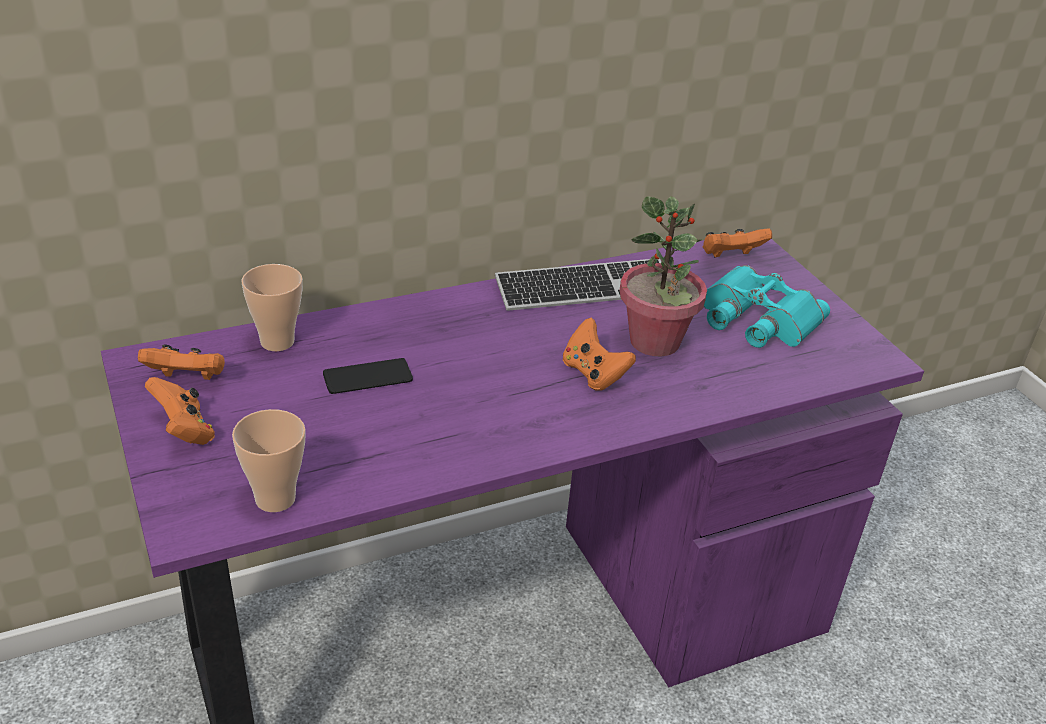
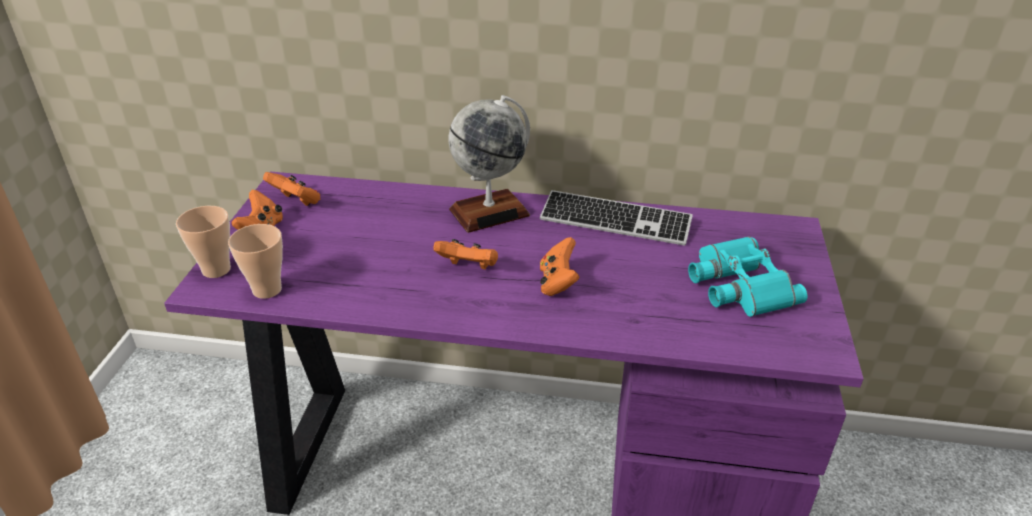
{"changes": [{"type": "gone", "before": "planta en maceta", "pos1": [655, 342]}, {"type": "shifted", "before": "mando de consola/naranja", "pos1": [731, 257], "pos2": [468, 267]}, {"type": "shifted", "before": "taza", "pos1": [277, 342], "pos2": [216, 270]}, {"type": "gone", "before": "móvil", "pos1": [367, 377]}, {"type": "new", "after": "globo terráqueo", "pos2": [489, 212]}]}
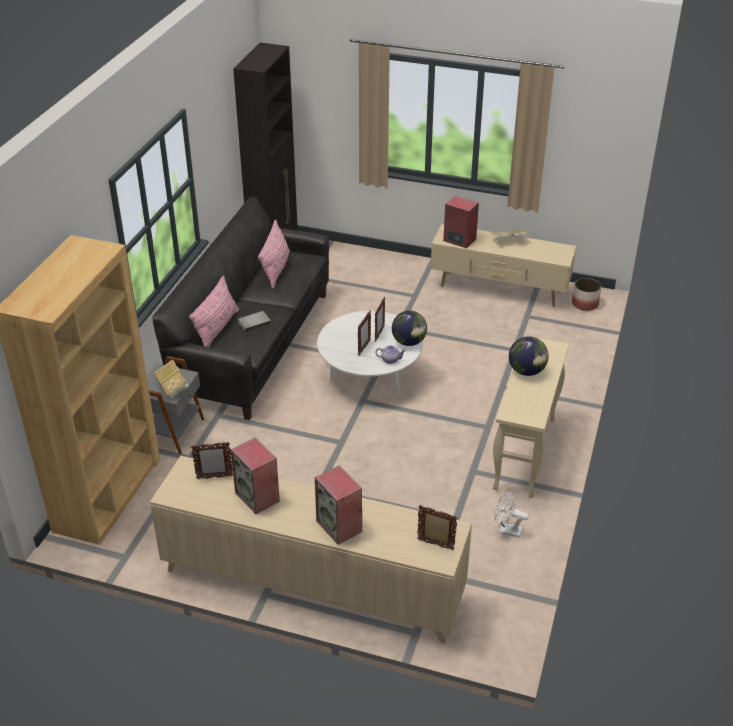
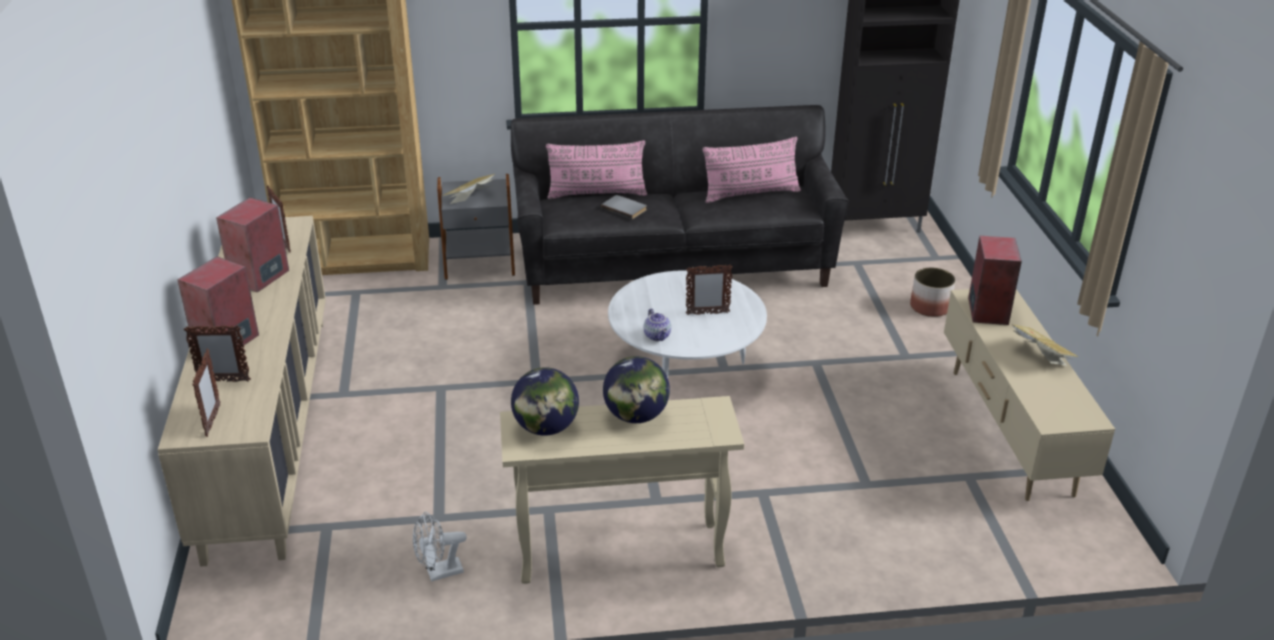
{"changes": [{"type": "shifted", "before": "maceta", "pos1": [584, 304], "pos2": [929, 307]}, {"type": "shifted", "before": "portarretratos", "pos1": [364, 348], "pos2": [224, 381]}, {"type": "shifted", "before": "globo terráqueo", "pos1": [408, 342], "pos2": [546, 428]}, {"type": "rotated", "before": "ventilador/blanco", "pos1": [506, 530], "pos2": [439, 573], "turn": -105}]}
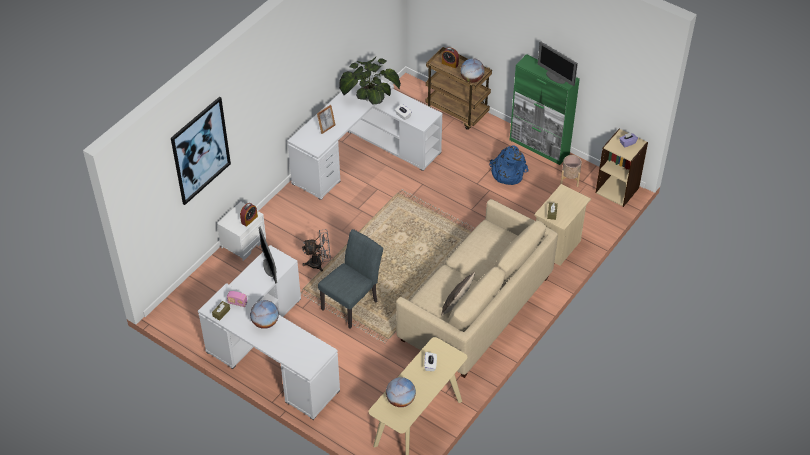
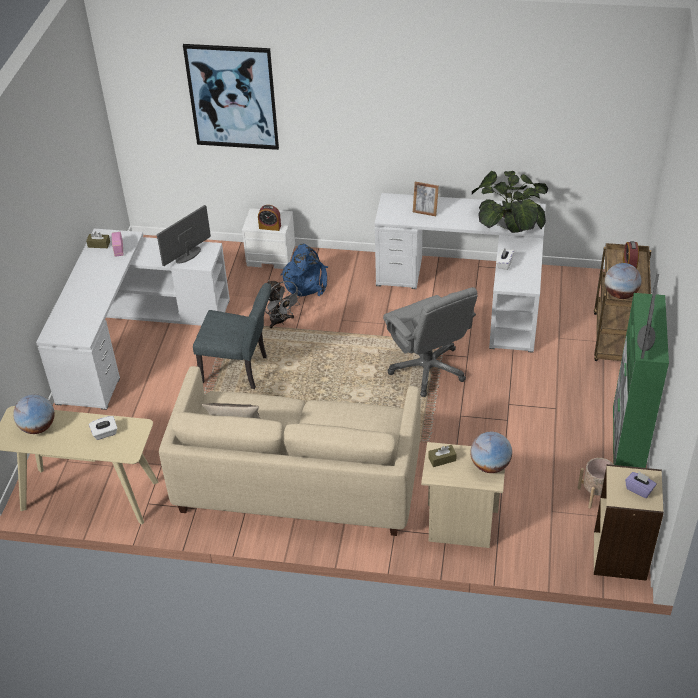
{"changes": [{"type": "shifted", "before": "mochila/azul", "pos1": [507, 173], "pos2": [306, 282]}, {"type": "shifted", "before": "globo terráqueo", "pos1": [265, 322], "pos2": [490, 465]}, {"type": "new", "after": "silla de oficina/gris", "pos2": [428, 369]}]}
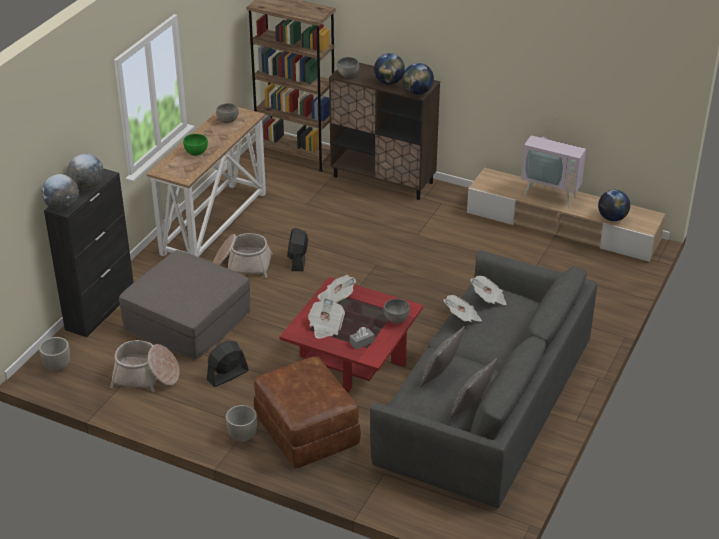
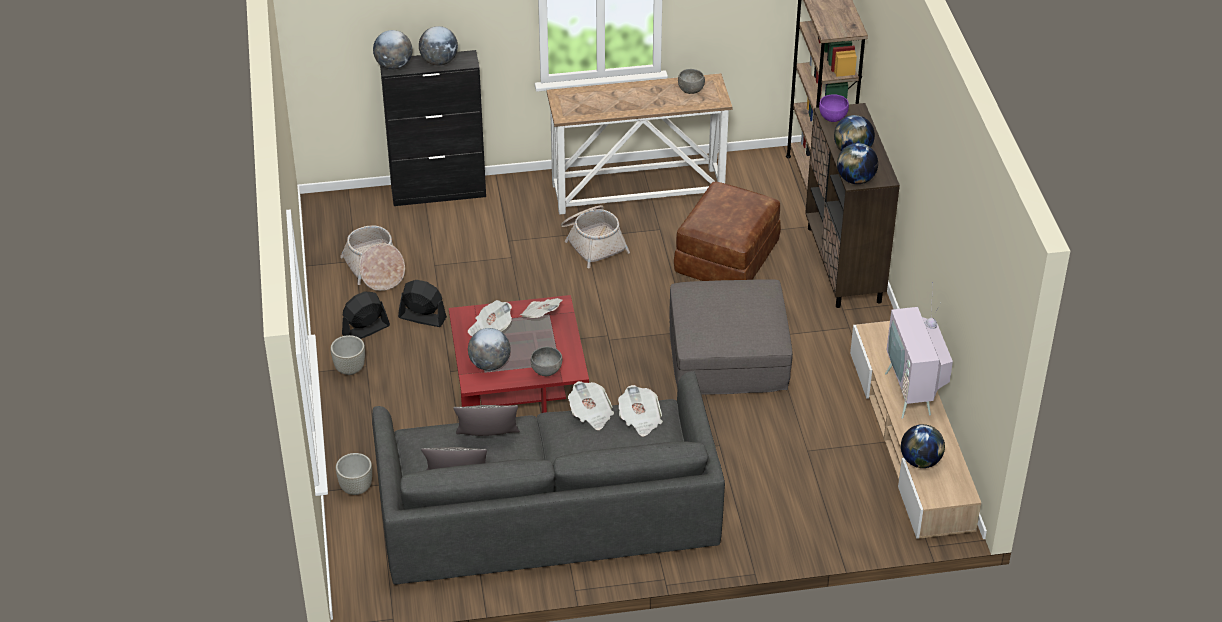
{"changes": [{"type": "repainted", "before": "cuenco/gris", "after": "cuenco/morado", "pos1": [348, 75], "pos2": [832, 118]}, {"type": "gone", "before": "cuenco/verde", "pos1": [196, 153]}, {"type": "shifted", "before": "ventilador/negro", "pos1": [298, 260], "pos2": [365, 330]}, {"type": "shifted", "before": "puf/gris", "pos1": [188, 320], "pos2": [728, 356]}, {"type": "swapped", "before": "caja de pañuelos/gris", "after": "globo terráqueo", "pos1": [362, 342], "pos2": [489, 364]}, {"type": "shifted", "before": "maceta/gris", "pos1": [57, 366], "pos2": [356, 488]}, {"type": "shifted", "before": "puf/marrón", "pos1": [307, 431], "pos2": [727, 259]}]}
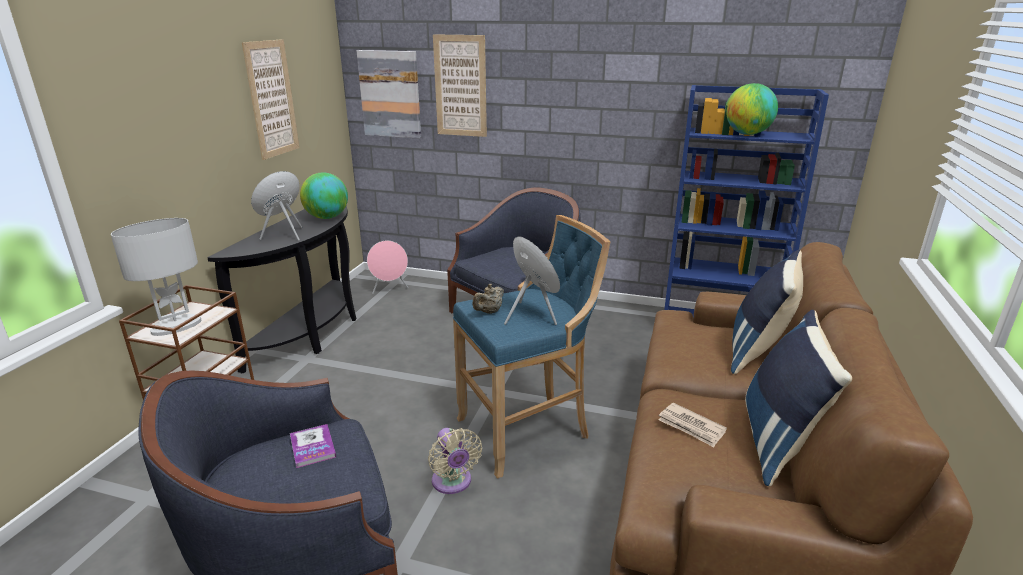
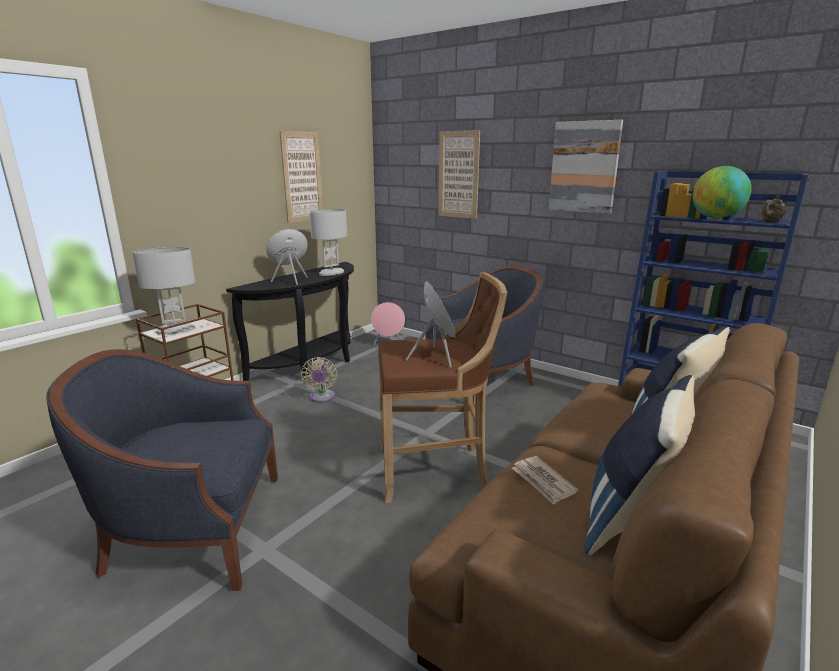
{"changes": [{"type": "shifted", "before": "cuadro", "pos1": [390, 94], "pos2": [584, 167]}, {"type": "swapped", "before": "globo terráqueo", "after": "lámpara de mesa/blanco", "pos1": [327, 217], "pos2": [331, 273]}, {"type": "repainted", "before": "taburete/azul", "after": "taburete/marrón", "pos1": [528, 430], "pos2": [436, 470]}, {"type": "shifted", "before": "tetera/beis", "pos1": [489, 312], "pos2": [771, 222]}, {"type": "gone", "before": "libro", "pos1": [312, 447]}, {"type": "shifted", "before": "ventilador/beis", "pos1": [453, 483], "pos2": [321, 398]}]}
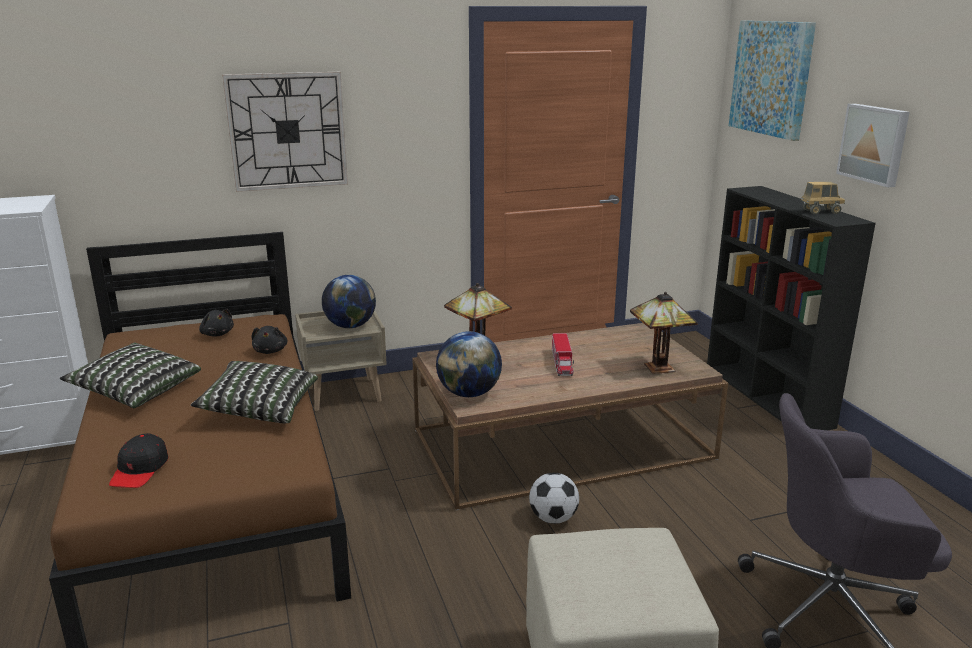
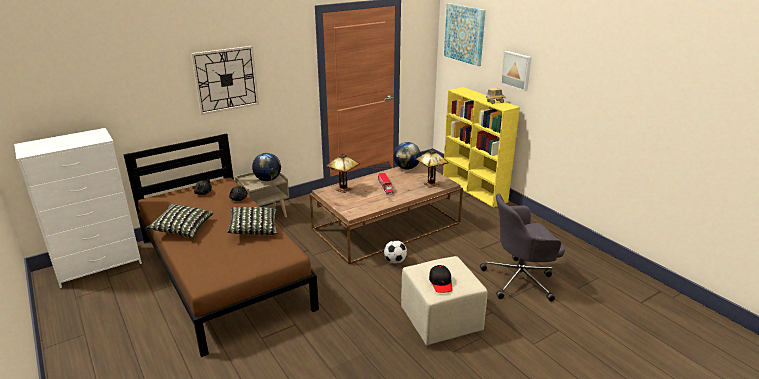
{"changes": [{"type": "repainted", "before": "estantería/negro", "after": "estantería/amarillo", "pos1": [768, 396], "pos2": [474, 190]}, {"type": "shifted", "before": "globo terráqueo", "pos1": [469, 393], "pos2": [406, 168]}, {"type": "shifted", "before": "gorra/negro", "pos1": [140, 470], "pos2": [441, 283]}]}
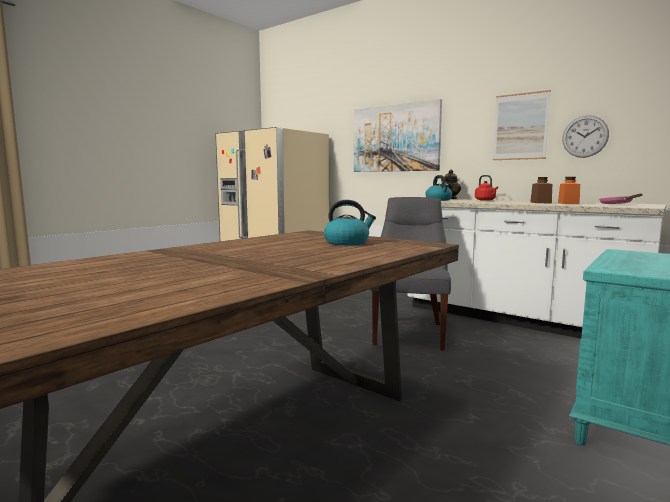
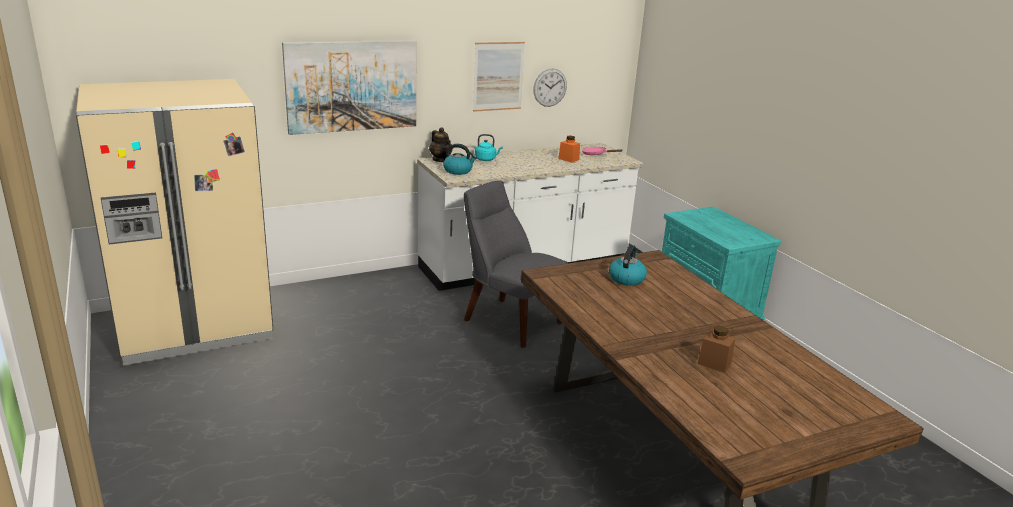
{"changes": [{"type": "repainted", "before": "hervidor/rojo", "after": "hervidor/turquesa", "pos1": [486, 200], "pos2": [486, 159]}, {"type": "shifted", "before": "tarro/marrón", "pos1": [540, 202], "pos2": [714, 363]}]}
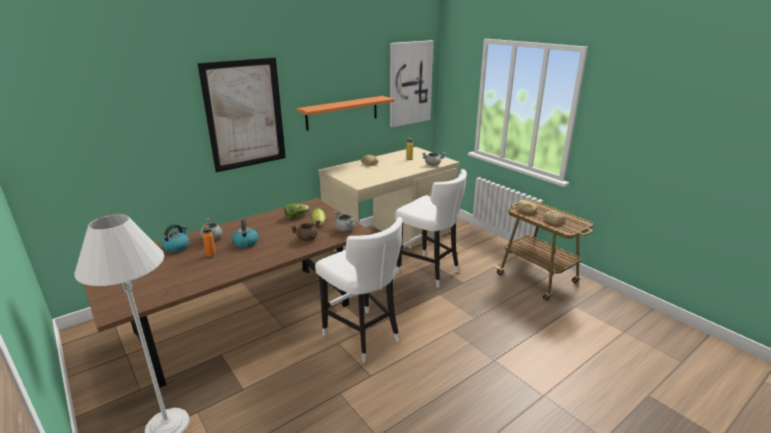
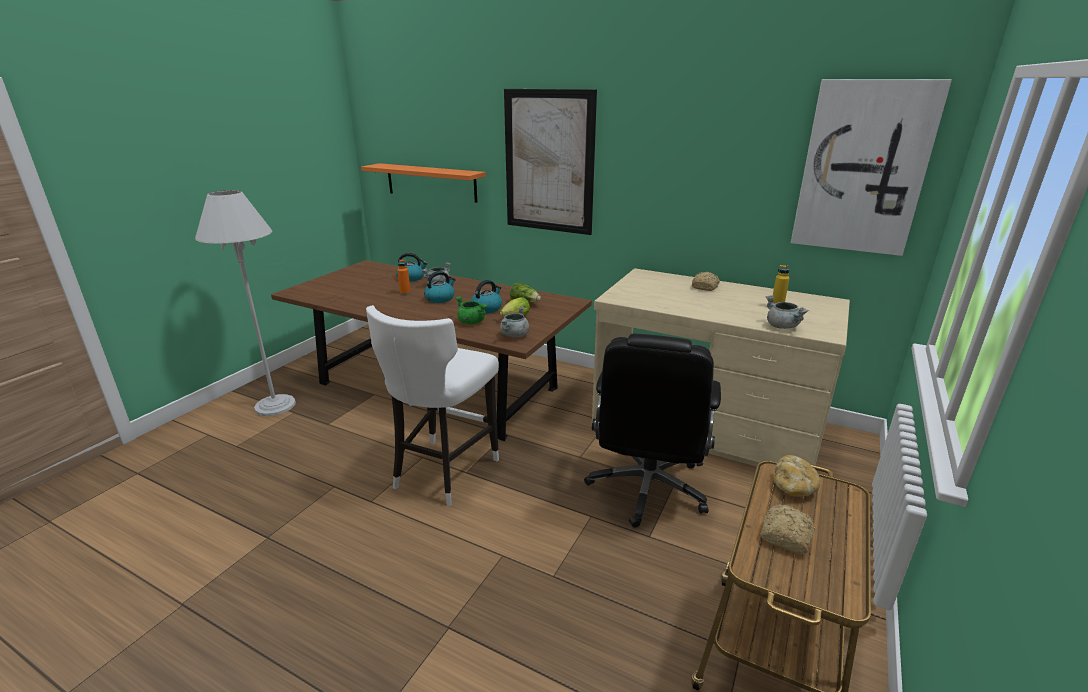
{"changes": [{"type": "shifted", "before": "estante/naranja", "pos1": [342, 112], "pos2": [431, 182]}, {"type": "swapped", "before": "taburete/blanco", "after": "silla de oficina/negro", "pos1": [429, 271], "pos2": [647, 488]}, {"type": "repainted", "before": "olla/marrón", "after": "olla/verde", "pos1": [307, 239], "pos2": [471, 322]}, {"type": "new", "after": "hervidor", "pos2": [487, 308]}]}
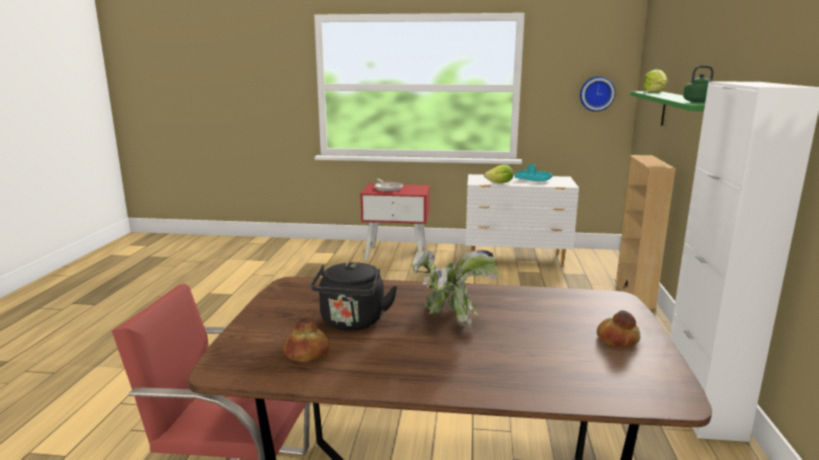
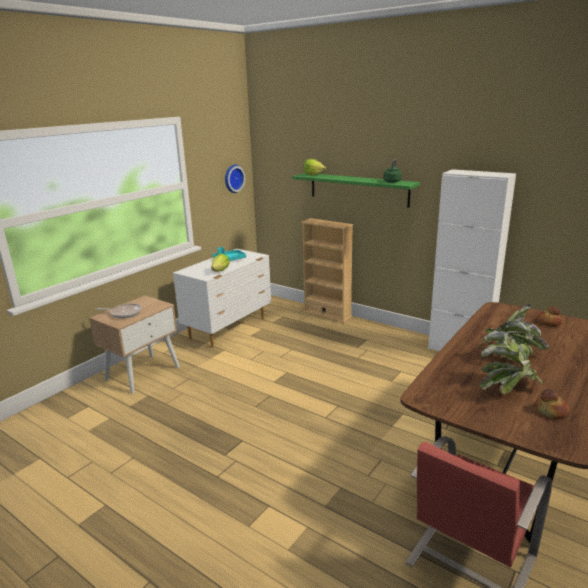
{"changes": [{"type": "repainted", "before": "mesita de noche/rojo", "after": "mesita de noche/beis", "pos1": [397, 253], "pos2": [143, 373]}, {"type": "swapped", "before": "hervidor/negro", "after": "planta en maceta", "pos1": [352, 323], "pos2": [507, 387]}]}
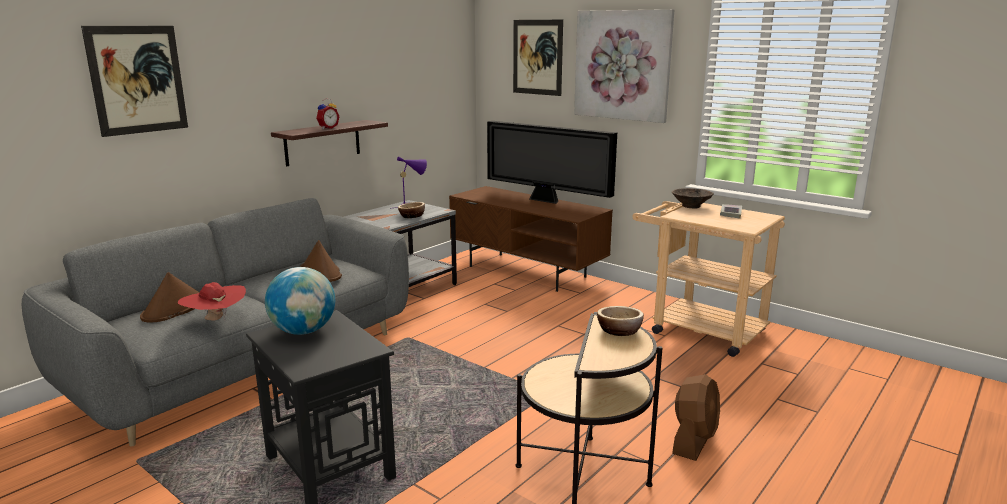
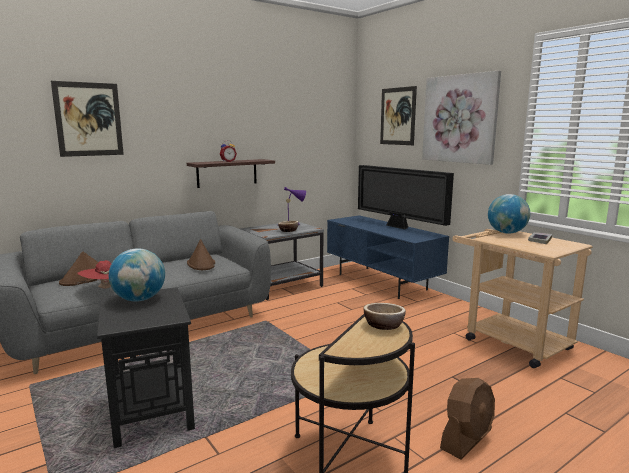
{"changes": [{"type": "repainted", "before": "mueble de televisión/marrón", "after": "mueble de televisión/azul", "pos1": [528, 272], "pos2": [382, 282]}, {"type": "swapped", "before": "cuenco/marrón", "after": "globo terráqueo", "pos1": [692, 206], "pos2": [506, 233]}]}
